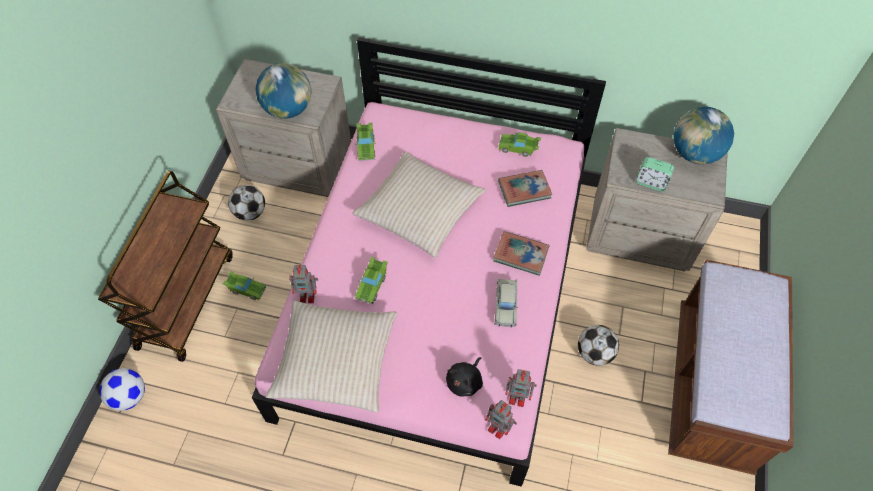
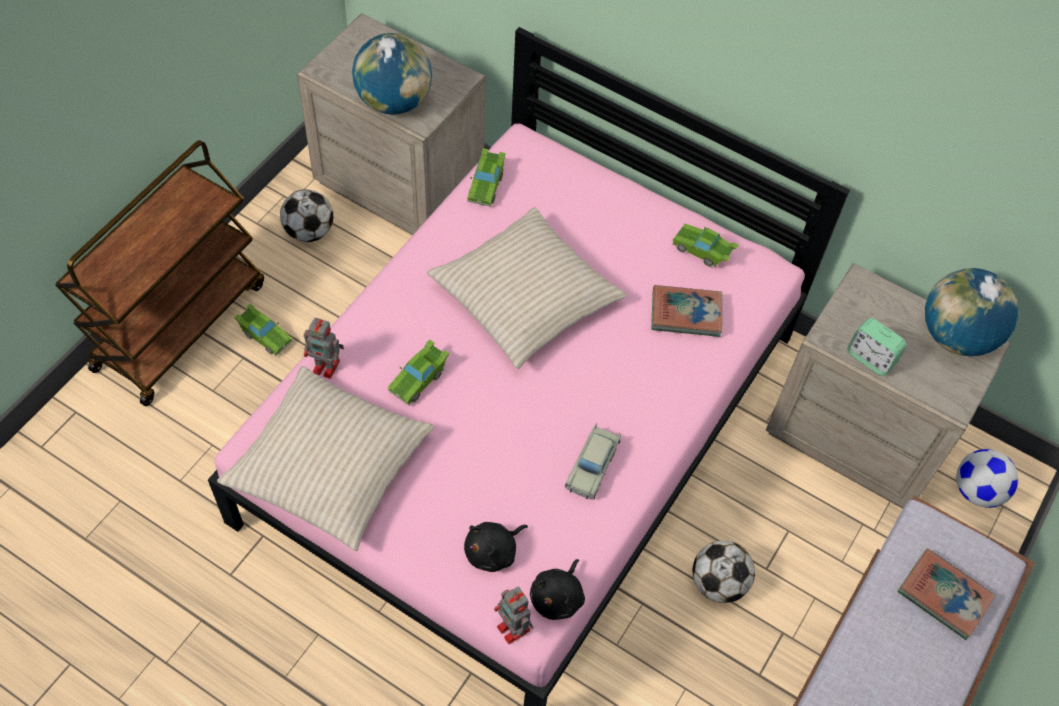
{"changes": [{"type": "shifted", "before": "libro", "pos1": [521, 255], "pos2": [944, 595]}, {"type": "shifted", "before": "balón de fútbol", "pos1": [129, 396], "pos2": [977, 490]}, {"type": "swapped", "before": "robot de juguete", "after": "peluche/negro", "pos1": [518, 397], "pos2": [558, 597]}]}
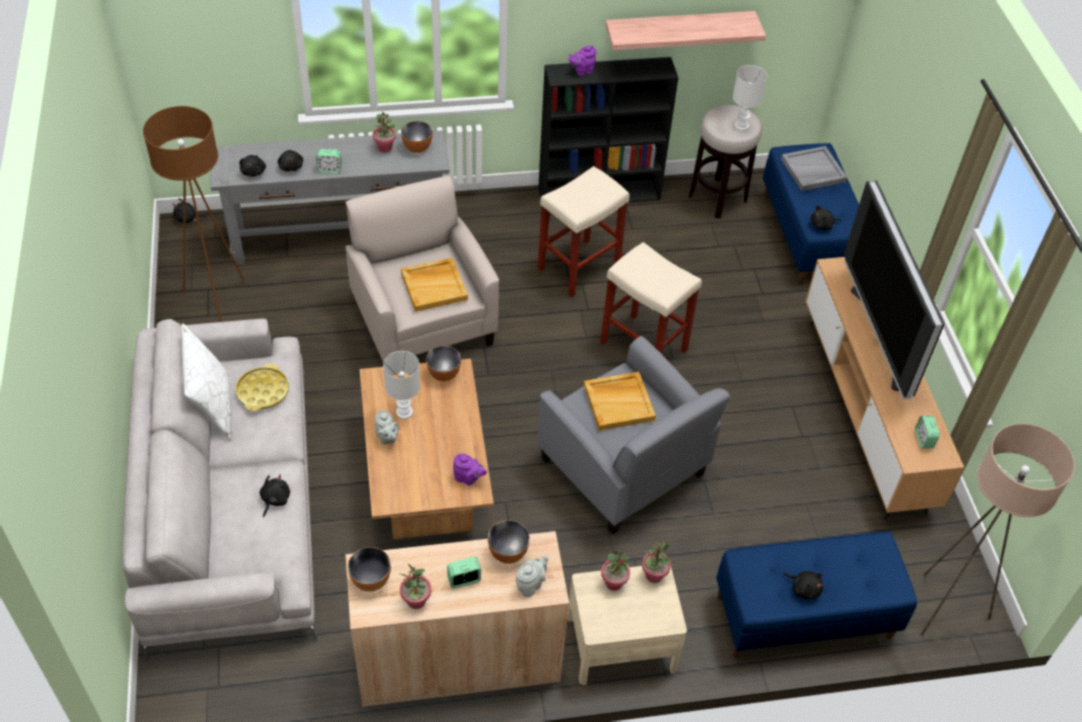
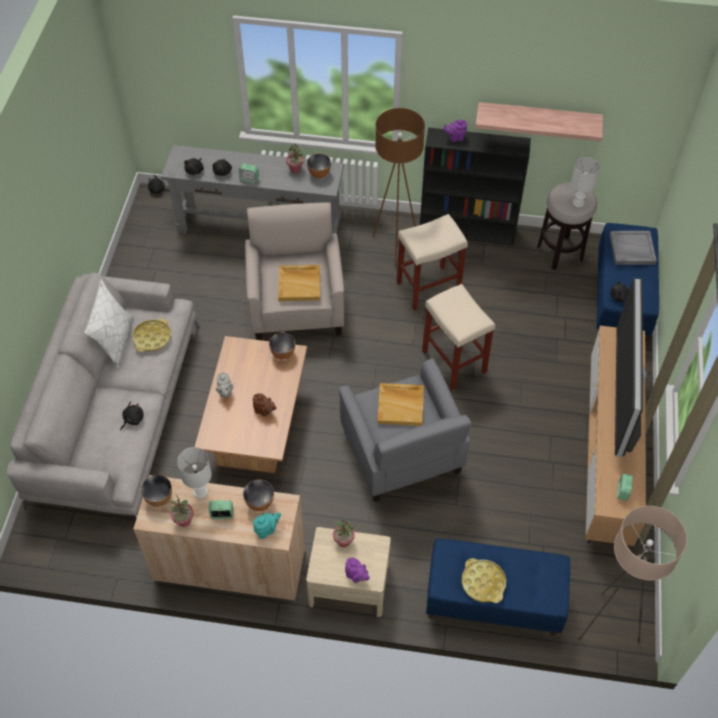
{"changes": [{"type": "shifted", "before": "lámpara de pie/marrón", "pos1": [216, 300], "pos2": [395, 247]}, {"type": "shifted", "before": "lámpara de mesa/blanco", "pos1": [403, 412], "pos2": [200, 491]}, {"type": "shifted", "before": "tetera/morado", "pos1": [468, 478], "pos2": [356, 576]}, {"type": "gone", "before": "planta en maceta", "pos1": [653, 575]}, {"type": "repainted", "before": "tetera/gris", "after": "tetera/turquesa", "pos1": [531, 584], "pos2": [267, 530]}, {"type": "swapped", "before": "peluche/negro", "after": "bandeja/amarillo", "pos1": [804, 588], "pos2": [483, 582]}, {"type": "new", "after": "tetera/marrón", "pos2": [264, 411]}]}
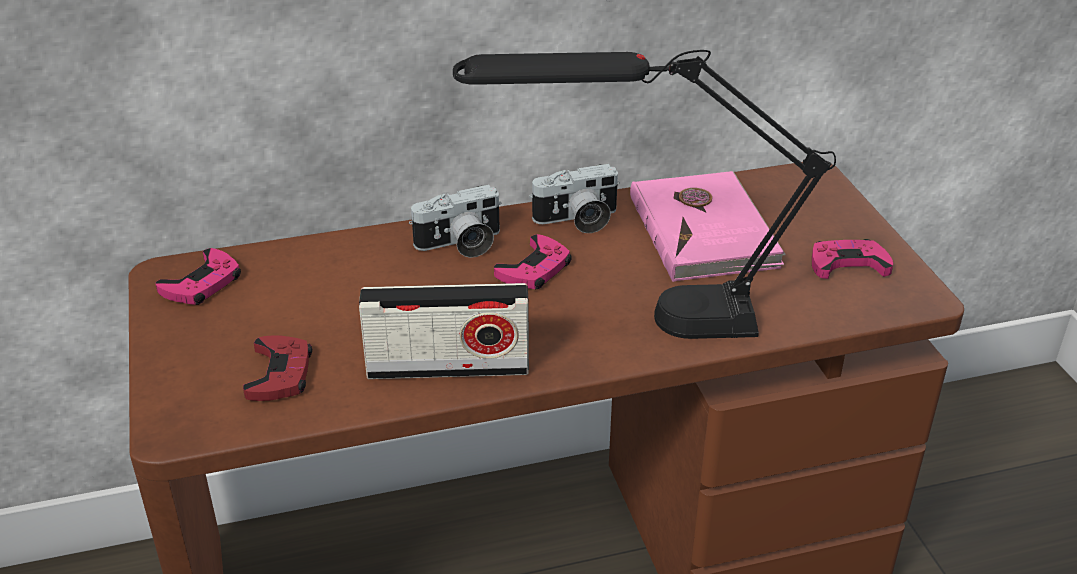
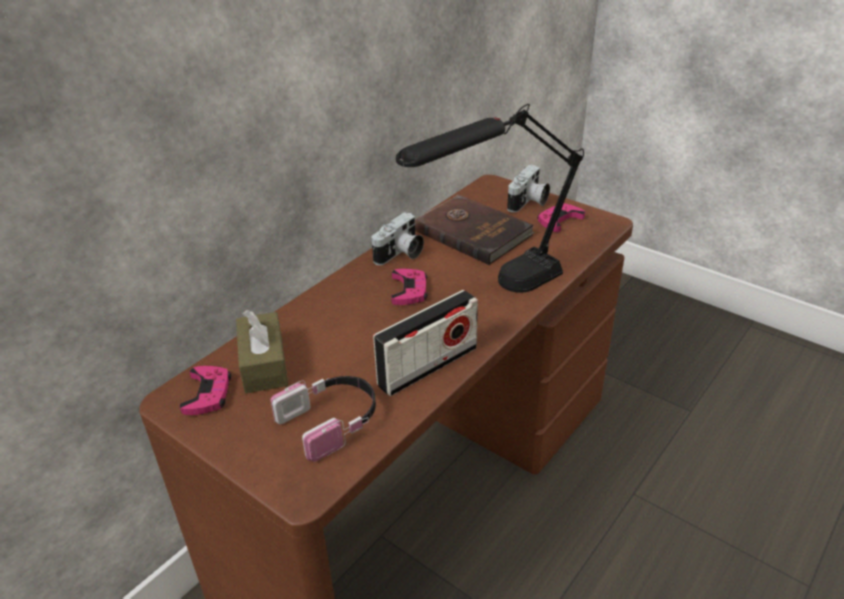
{"changes": [{"type": "repainted", "before": "libro/rosa", "after": "libro/marrón", "pos1": [705, 230], "pos2": [473, 232]}, {"type": "shifted", "before": "cámara", "pos1": [461, 245], "pos2": [528, 203]}, {"type": "swapped", "before": "mando de consola/rojo", "after": "auriculares", "pos1": [280, 374], "pos2": [332, 421]}, {"type": "new", "after": "caja de pañuelos/marrón", "pos2": [264, 364]}]}
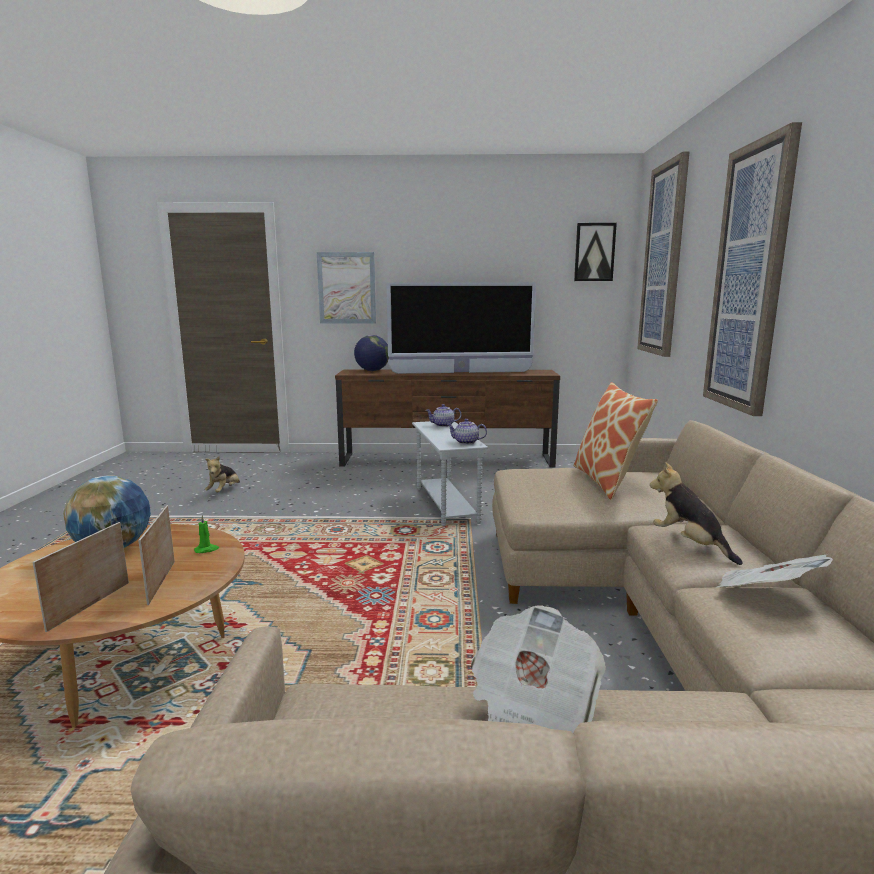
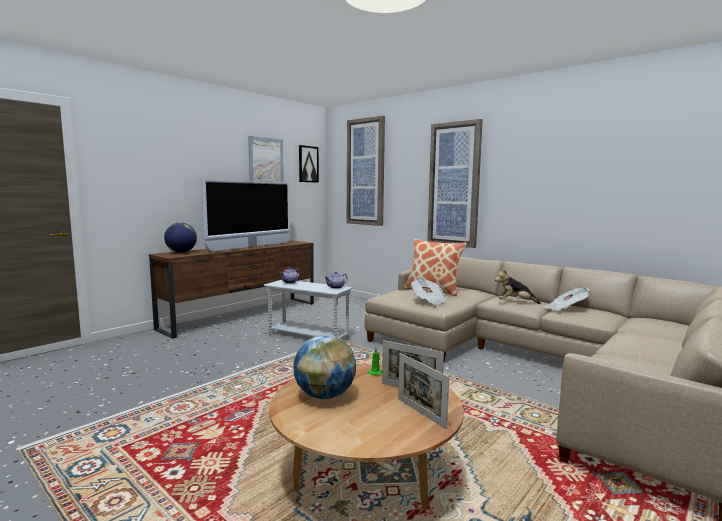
{"changes": [{"type": "shifted", "before": "cuadro", "pos1": [347, 288], "pos2": [266, 163]}, {"type": "gone", "before": "peluche", "pos1": [224, 491]}, {"type": "shifted", "before": "periódico", "pos1": [531, 711], "pos2": [428, 301]}]}
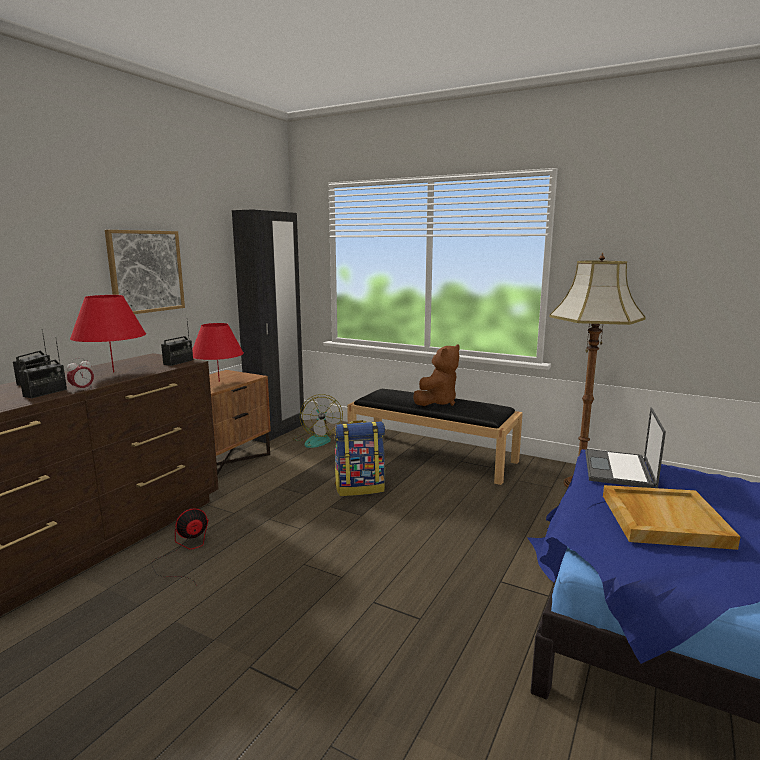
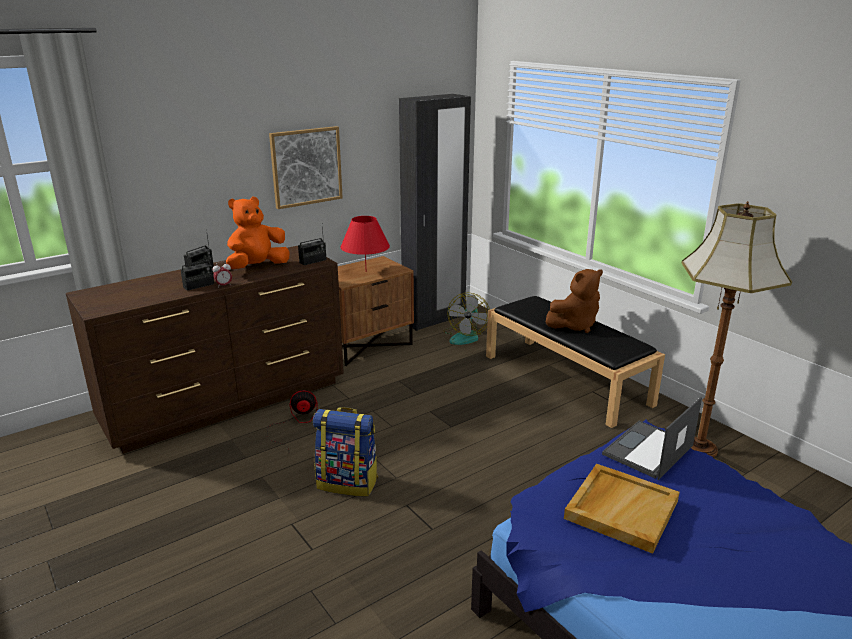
{"changes": [{"type": "swapped", "before": "lámpara de mesa/rojo", "after": "peluche/naranja", "pos1": [113, 372], "pos2": [257, 267]}, {"type": "shifted", "before": "mochila", "pos1": [360, 488], "pos2": [348, 483]}]}
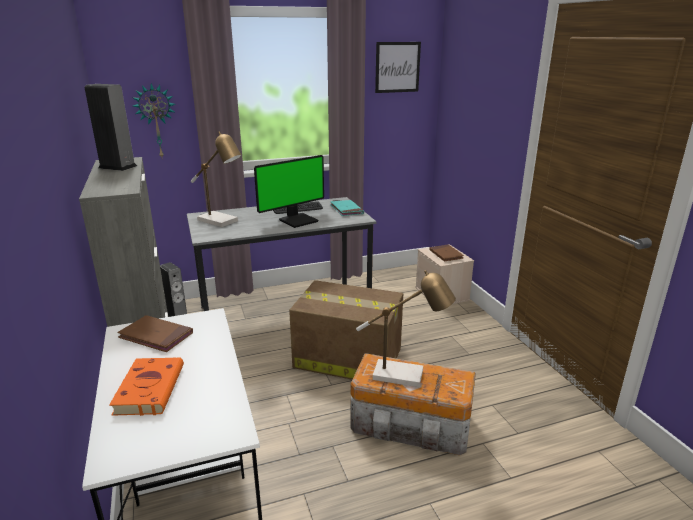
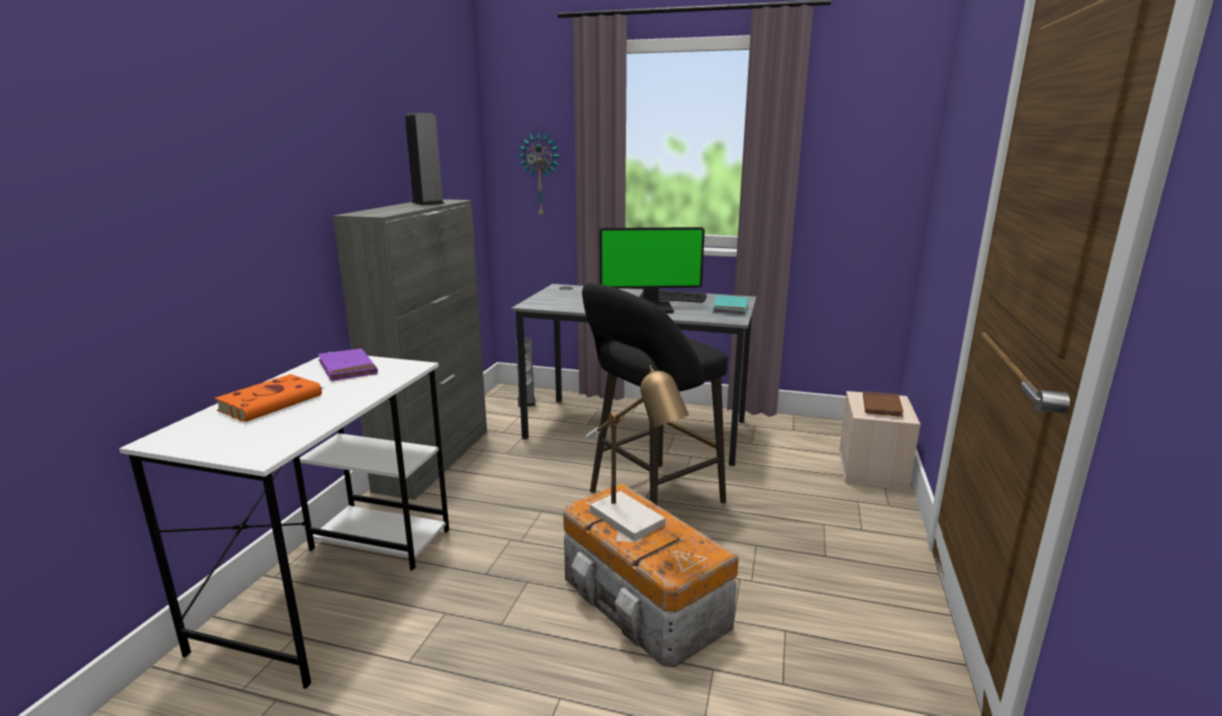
{"changes": [{"type": "gone", "before": "cuadro", "pos1": [397, 67]}, {"type": "gone", "before": "lámpara de mesa", "pos1": [222, 221]}, {"type": "swapped", "before": "caja de cartón", "after": "taburete/negro", "pos1": [346, 358], "pos2": [650, 499]}, {"type": "repainted", "before": "libro/marrón", "after": "libro/morado", "pos1": [156, 336], "pos2": [347, 368]}]}
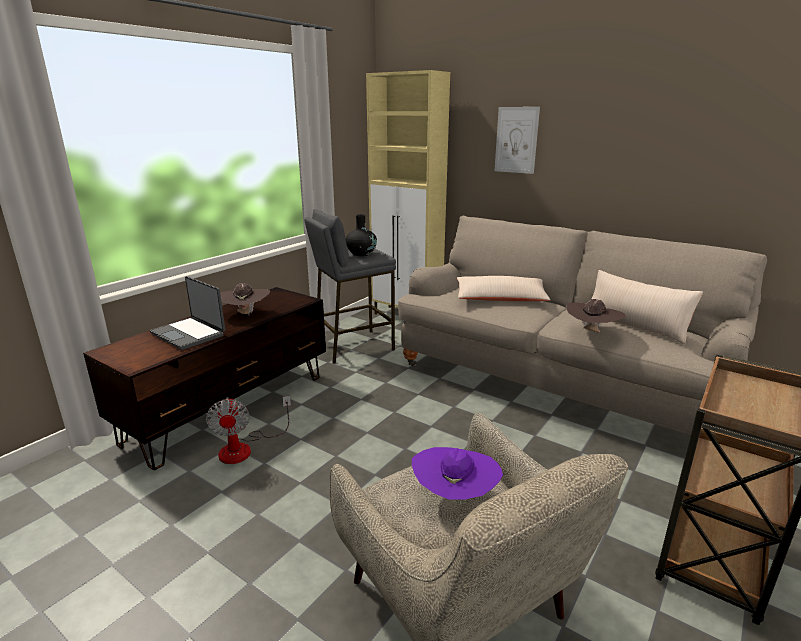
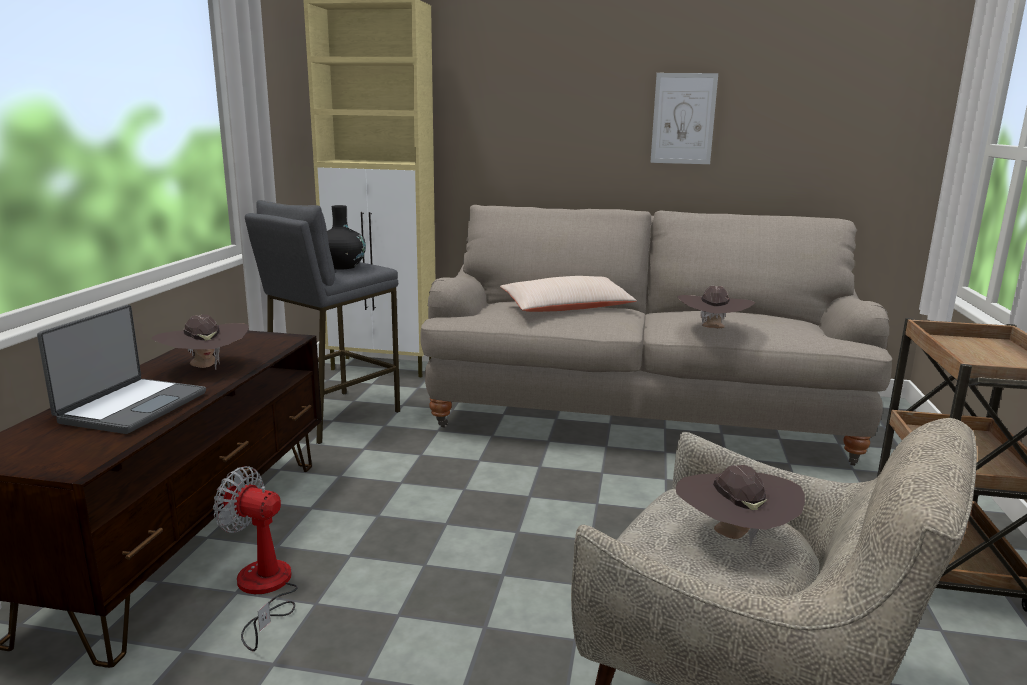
{"changes": [{"type": "shifted", "before": "cuadro", "pos1": [516, 140], "pos2": [683, 119]}, {"type": "gone", "before": "cojín/beis", "pos1": [635, 325]}, {"type": "rotated", "before": "portátil", "pos1": [189, 334], "pos2": [131, 407], "turn": -90}, {"type": "rotated", "before": "ventilador", "pos1": [245, 448], "pos2": [264, 590], "turn": 150}, {"type": "repainted", "before": "sombrero/morado", "after": "sombrero/marrón", "pos1": [455, 497], "pos2": [733, 537]}]}
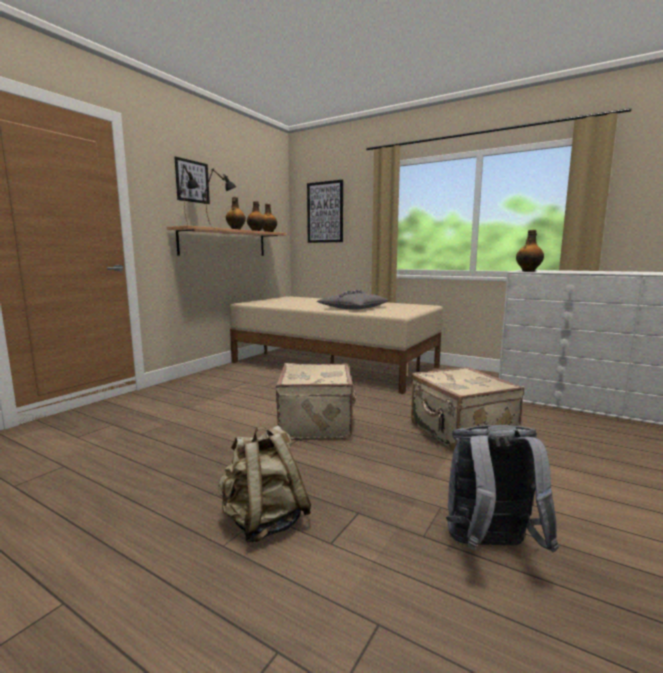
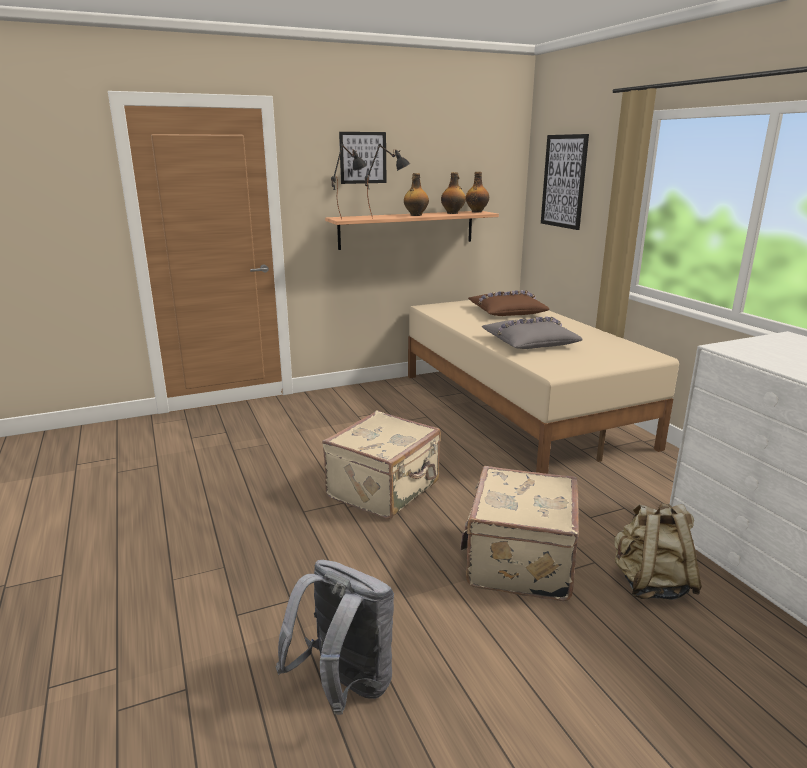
{"changes": [{"type": "gone", "before": "botella", "pos1": [528, 271]}, {"type": "shifted", "before": "mochila/beis", "pos1": [263, 522], "pos2": [651, 584]}, {"type": "new", "after": "cojín/marrón", "pos2": [506, 312]}]}
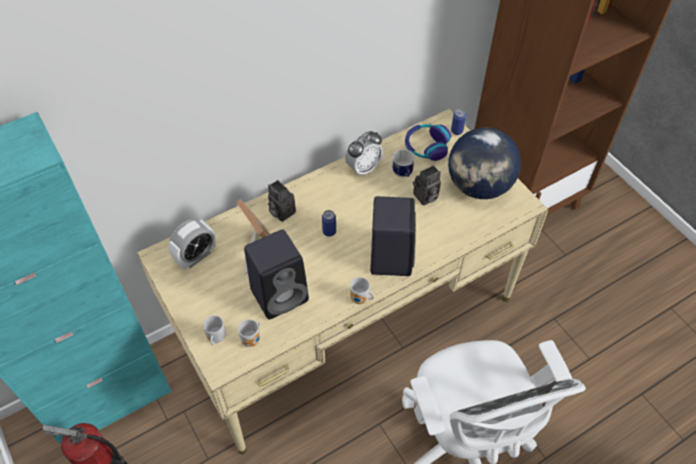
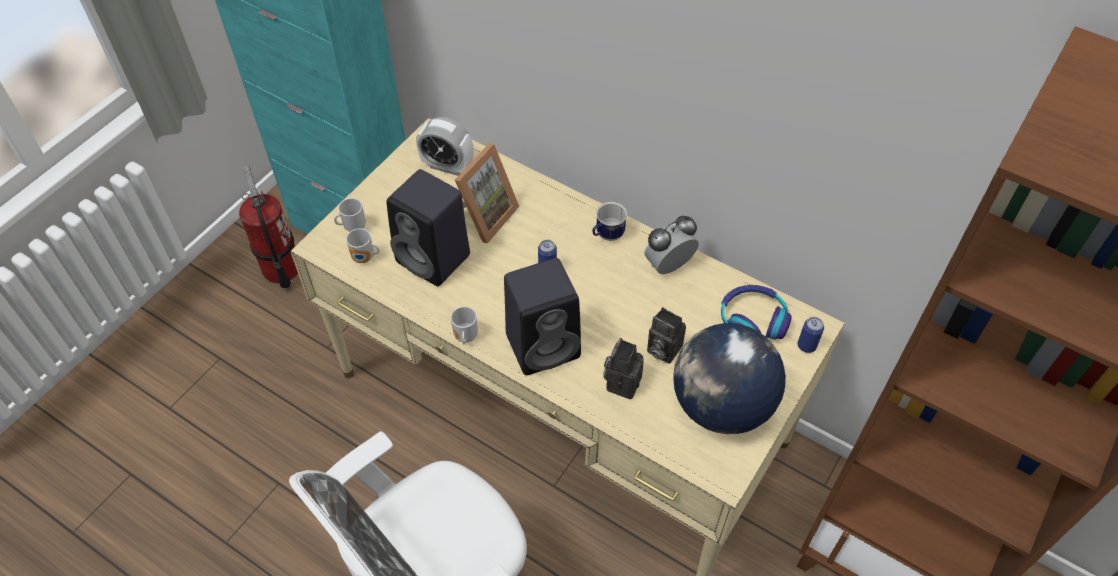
{"changes": [{"type": "rotated", "before": "despertador", "pos1": [363, 168], "pos2": [668, 265], "turn": 120}, {"type": "shifted", "before": "taza grande", "pos1": [403, 174], "pos2": [607, 236]}, {"type": "shifted", "before": "cámara", "pos1": [280, 211], "pos2": [622, 381]}]}
